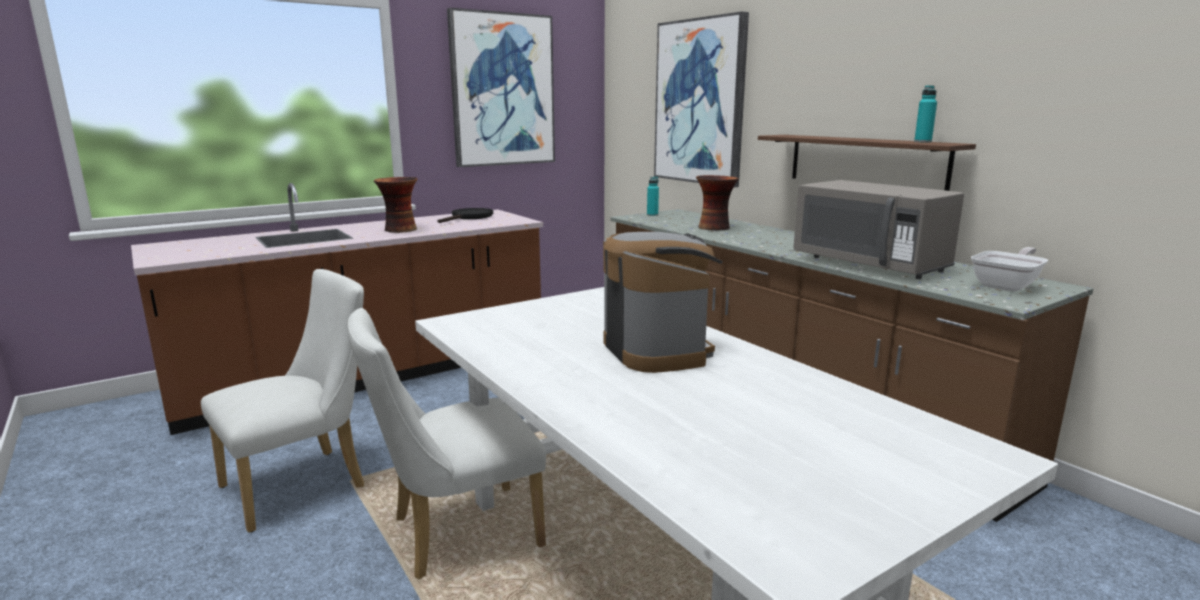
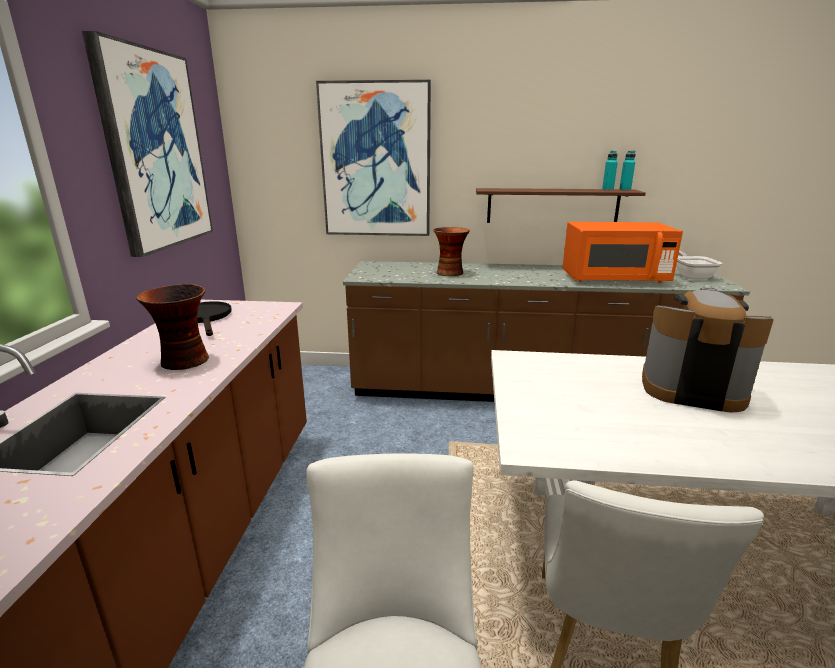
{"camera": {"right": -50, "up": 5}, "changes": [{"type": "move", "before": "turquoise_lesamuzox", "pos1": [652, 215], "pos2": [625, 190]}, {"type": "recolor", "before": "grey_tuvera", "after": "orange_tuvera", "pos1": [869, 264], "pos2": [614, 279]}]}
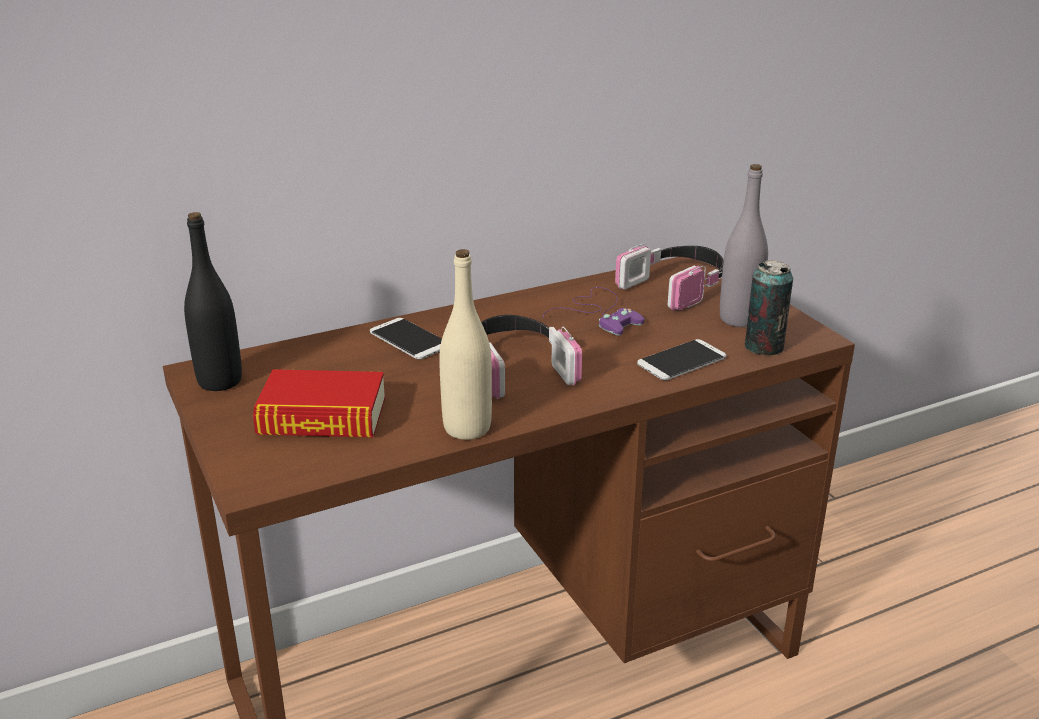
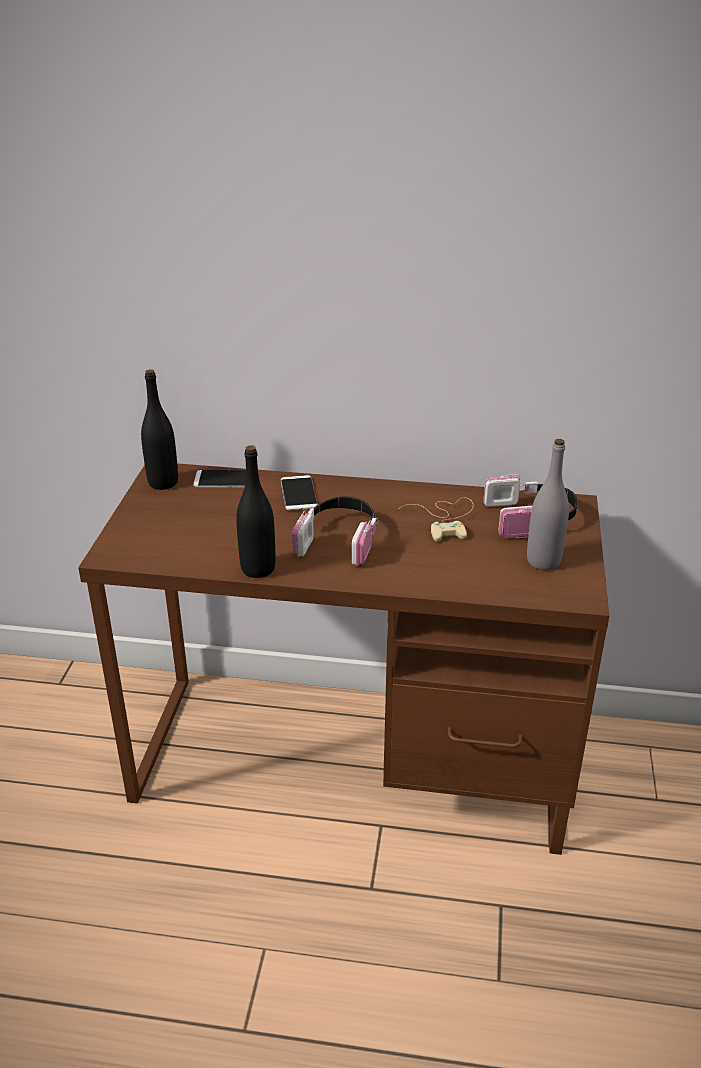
{"camera": {"right": 35, "up": 5}, "changes": [{"type": "delete", "before": "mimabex", "pos1": [322, 417]}, {"type": "delete", "before": "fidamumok", "pos1": [763, 347]}, {"type": "move", "before": "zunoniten", "pos1": [681, 361], "pos2": [225, 480]}, {"type": "recolor", "before": "beige_lesamuzox", "after": "black_lesamuzox", "pos1": [467, 428], "pos2": [258, 569]}, {"type": "recolor", "before": "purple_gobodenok", "after": "beige_gobodenok", "pos1": [599, 313], "pos2": [446, 519]}]}
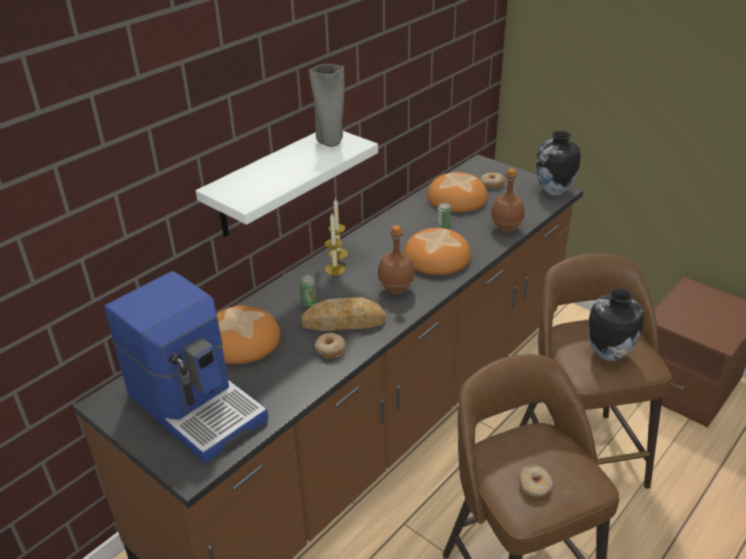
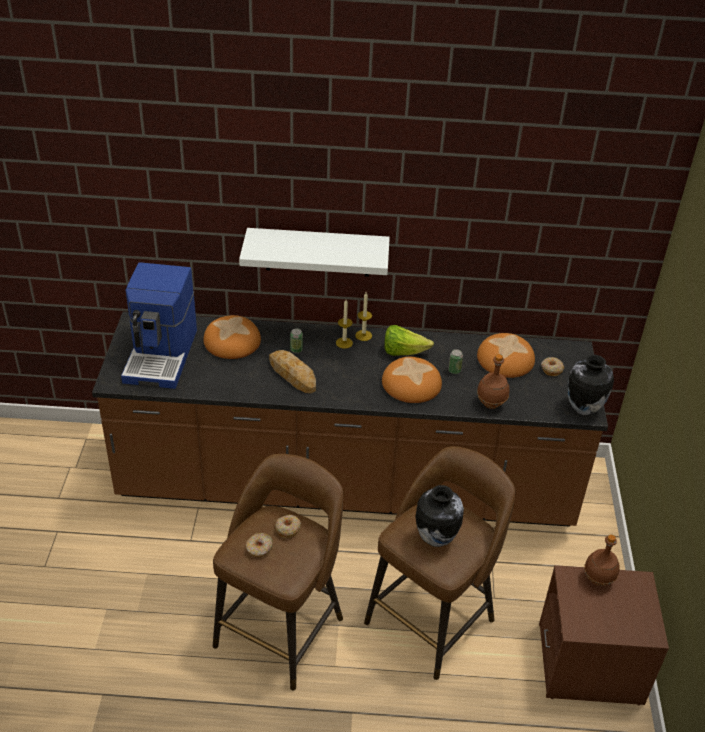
{"camera": {"right": 50, "up": 5}, "changes": [{"type": "delete", "before": "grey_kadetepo", "pos1": [330, 143]}, {"type": "insert", "after": "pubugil", "pos2": [403, 352]}, {"type": "move", "before": "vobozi", "pos1": [330, 349], "pos2": [288, 529]}, {"type": "move", "before": "brown_lesamuzox", "pos1": [396, 290], "pos2": [597, 580]}]}
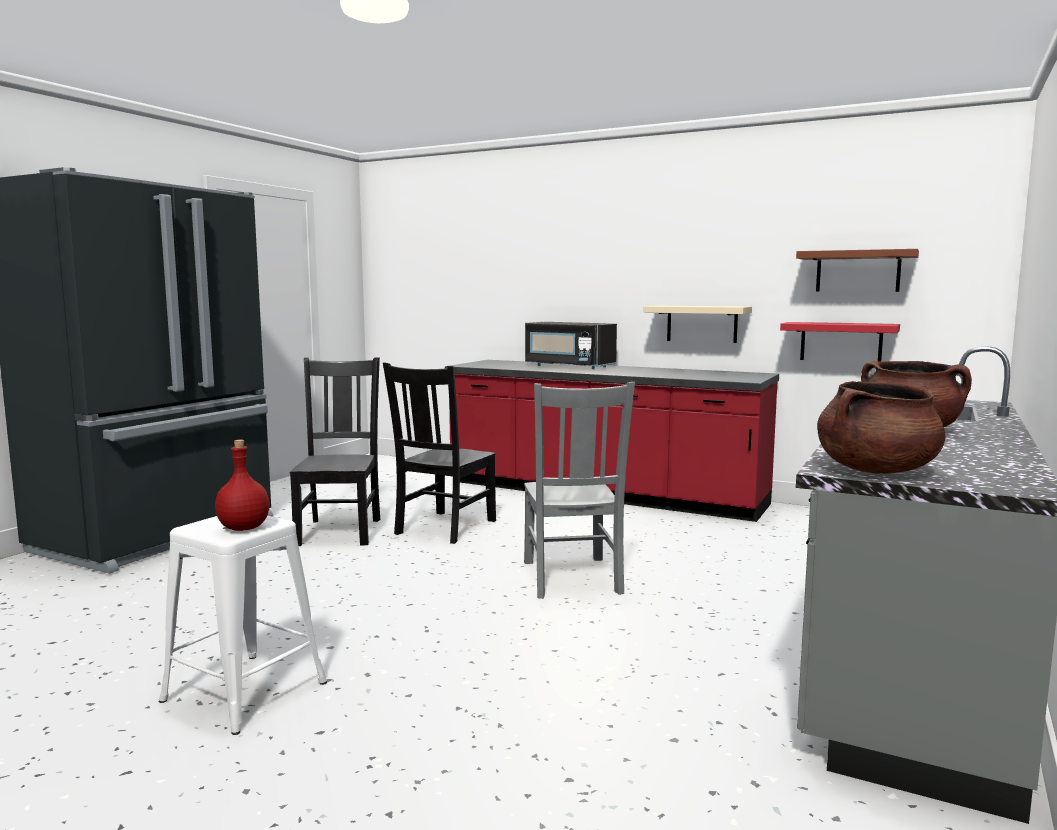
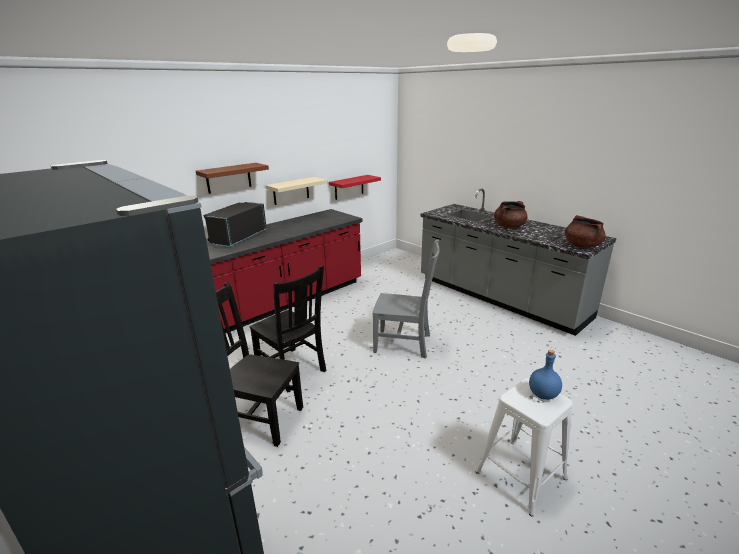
{"camera": {"right": -70, "up": 15}, "changes": [{"type": "move", "before": "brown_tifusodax", "pos1": [858, 271], "pos2": [228, 178]}, {"type": "recolor", "before": "red_lesamuzox", "after": "blue_lesamuzox", "pos1": [245, 528], "pos2": [543, 394]}, {"type": "rotate", "before": "black_tuvera", "pos1": [568, 366], "pos2": [238, 238], "turn": 150}]}
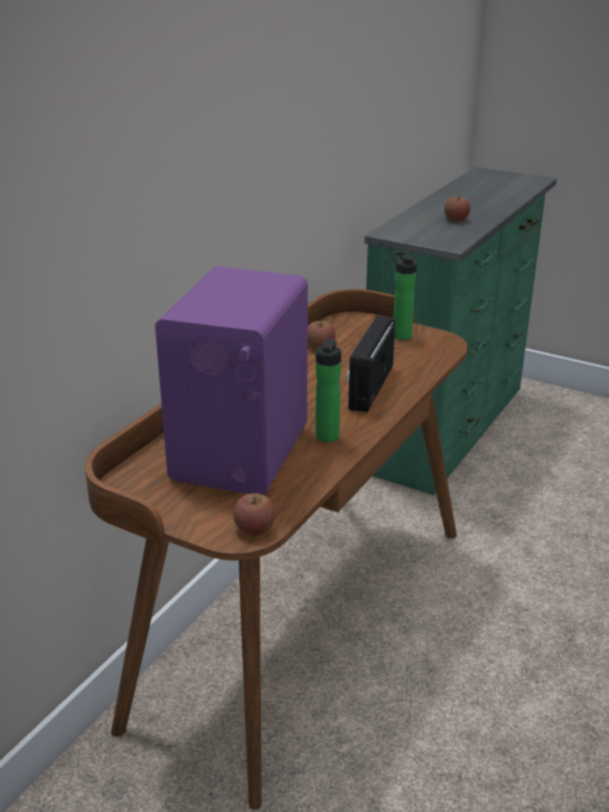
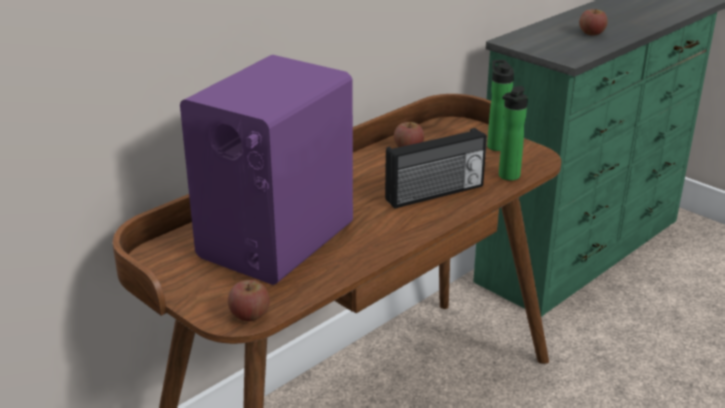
{"camera": {"right": 15, "up": 0}, "changes": [{"type": "move", "before": "lesamuzox", "pos1": [326, 438], "pos2": [507, 177]}, {"type": "rotate", "before": "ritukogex", "pos1": [369, 387], "pos2": [435, 194], "turn": -150}]}
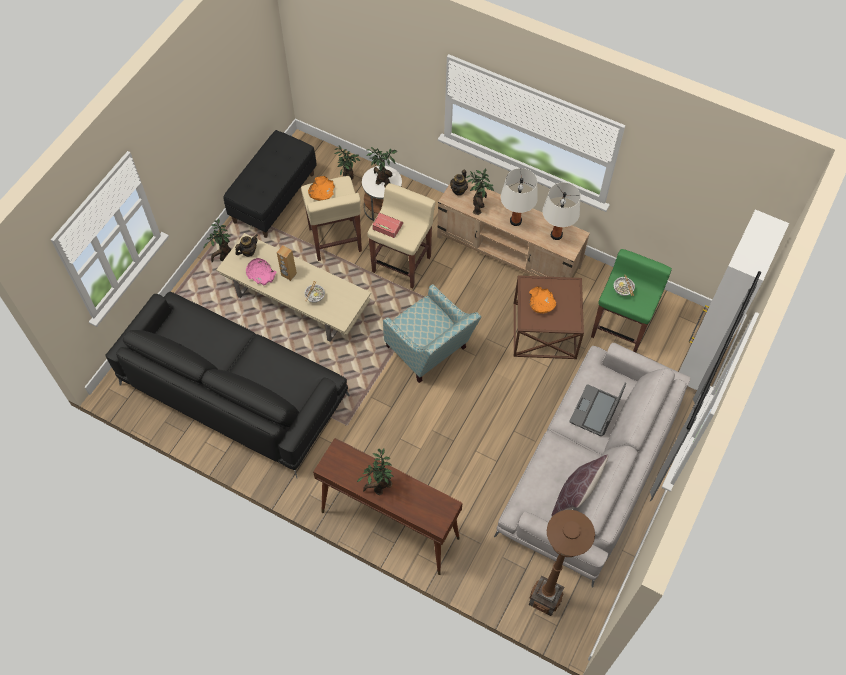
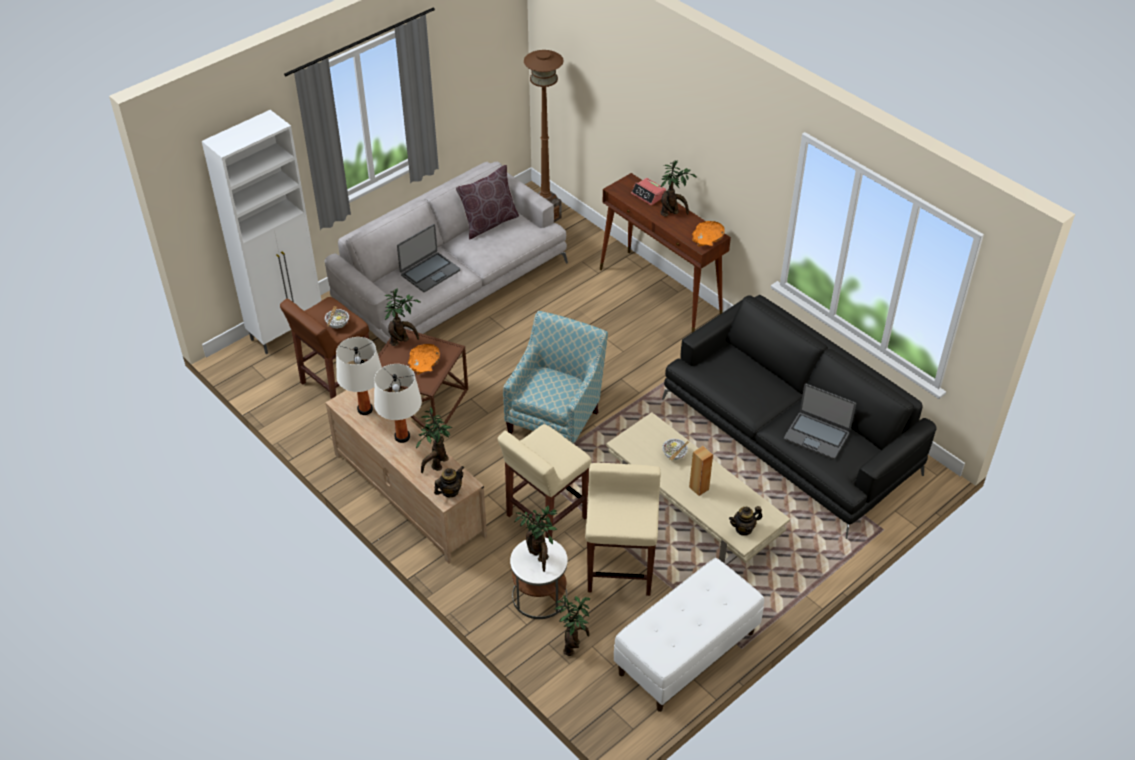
{"camera": {"right": -160, "up": -15}, "changes": [{"type": "delete", "before": "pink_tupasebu", "pos1": [261, 274]}, {"type": "insert", "after": "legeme", "pos2": [816, 436]}, {"type": "move", "before": "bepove", "pos1": [224, 257], "pos2": [402, 341]}, {"type": "move", "before": "orange_tupasebu", "pos1": [322, 192], "pos2": [707, 238]}, {"type": "move", "before": "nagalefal", "pos1": [387, 226], "pos2": [648, 195]}, {"type": "recolor", "before": "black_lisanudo", "after": "white_lisanudo", "pos1": [274, 197], "pos2": [686, 654]}, {"type": "recolor", "before": "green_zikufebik", "after": "brown_zikufebik", "pos1": [620, 328], "pos2": [336, 384]}, {"type": "rotate", "before": "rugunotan", "pos1": [430, 352], "pos2": [556, 416], "turn": 45}]}
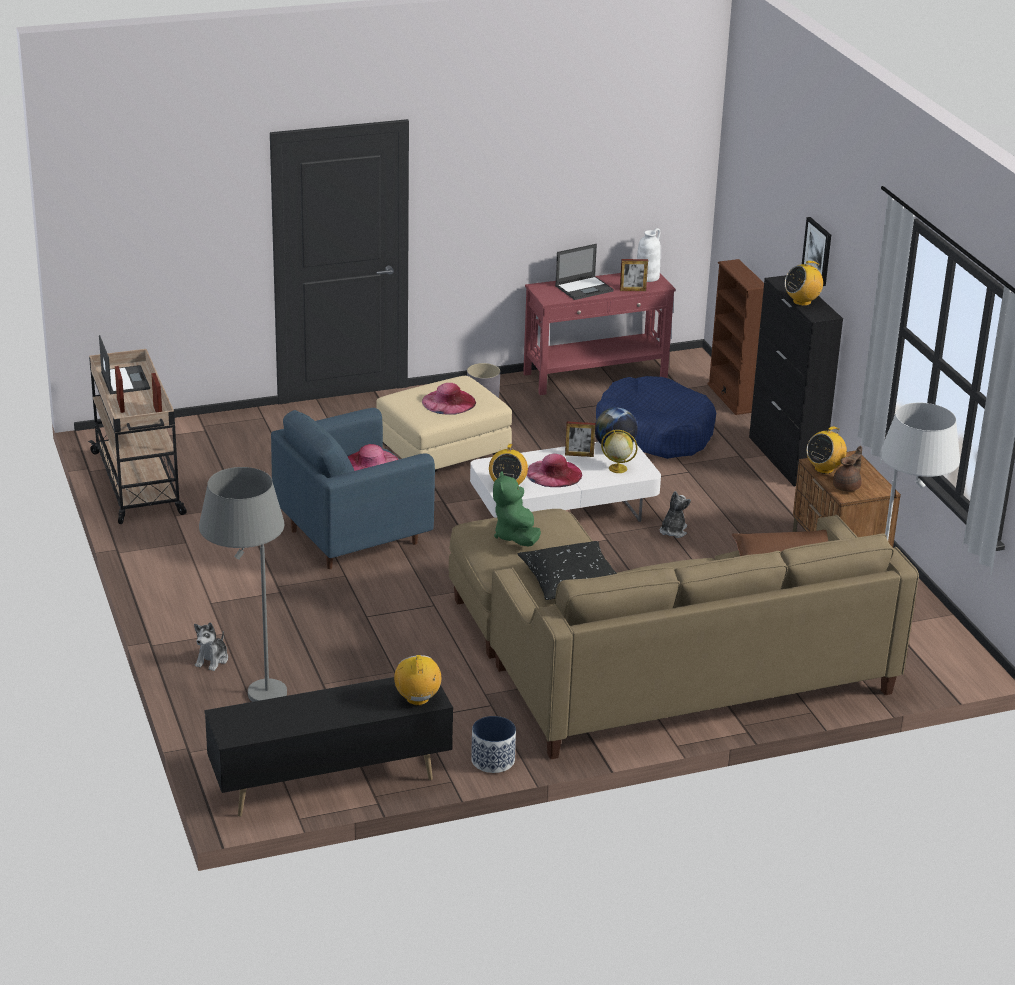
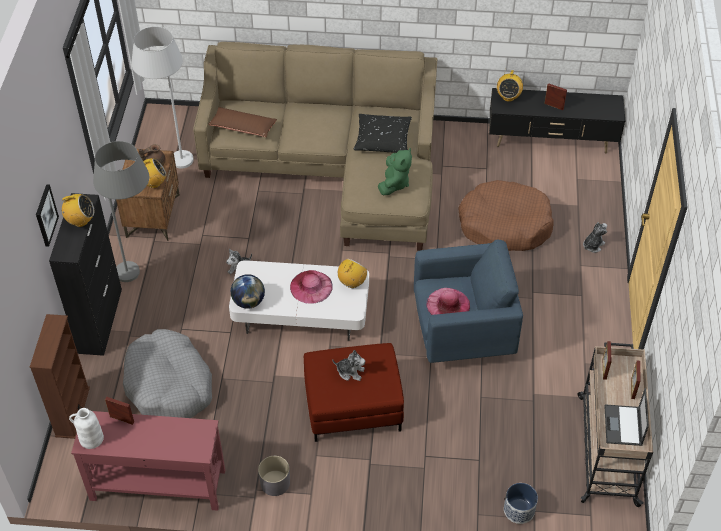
{"camera": {"right": -155, "up": 20}, "changes": [{"type": "delete", "before": "legeme", "pos1": [584, 288]}, {"type": "delete", "before": "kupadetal", "pos1": [617, 468]}, {"type": "insert", "after": "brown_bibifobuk", "pos2": [504, 225]}, {"type": "move", "before": "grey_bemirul", "pos1": [249, 702], "pos2": [141, 269]}, {"type": "move", "before": "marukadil", "pos1": [492, 760], "pos2": [519, 510]}, {"type": "move", "before": "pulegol", "pos1": [579, 455], "pos2": [554, 106]}, {"type": "replace", "before": "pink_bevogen", "after": "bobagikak", "pos1": [448, 402], "pos2": [350, 371]}, {"type": "recolor", "before": "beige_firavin", "after": "red_firavin", "pos1": [443, 457], "pos2": [352, 406]}, {"type": "recolor", "before": "blue_bibifobuk", "after": "grey_bibifobuk", "pos1": [655, 432], "pos2": [169, 385]}]}
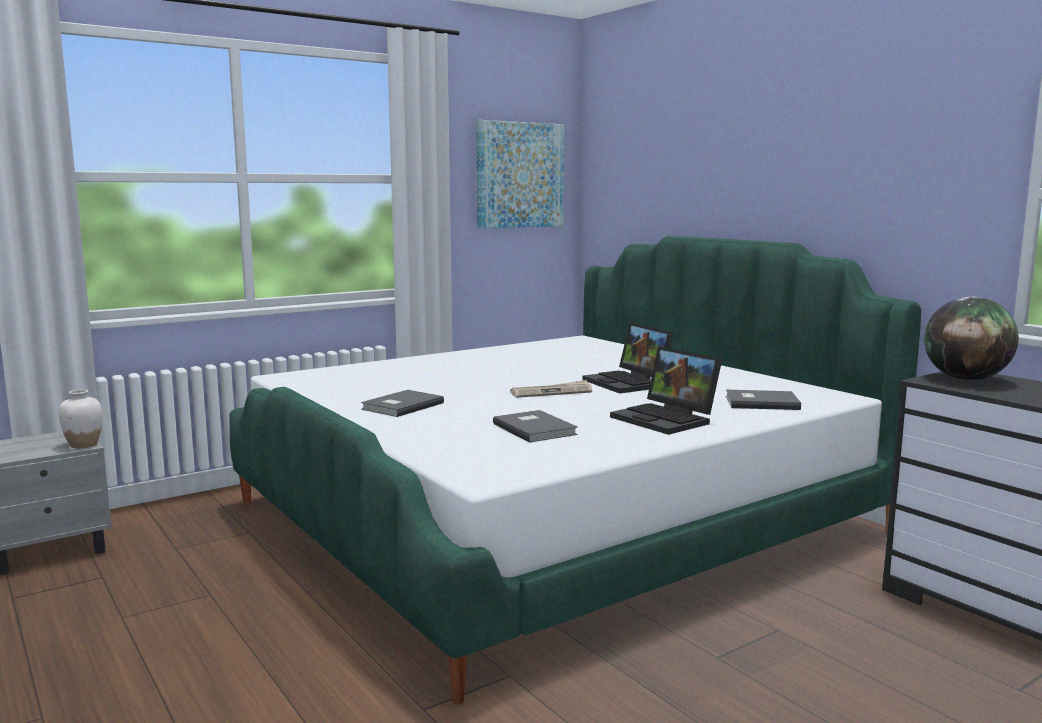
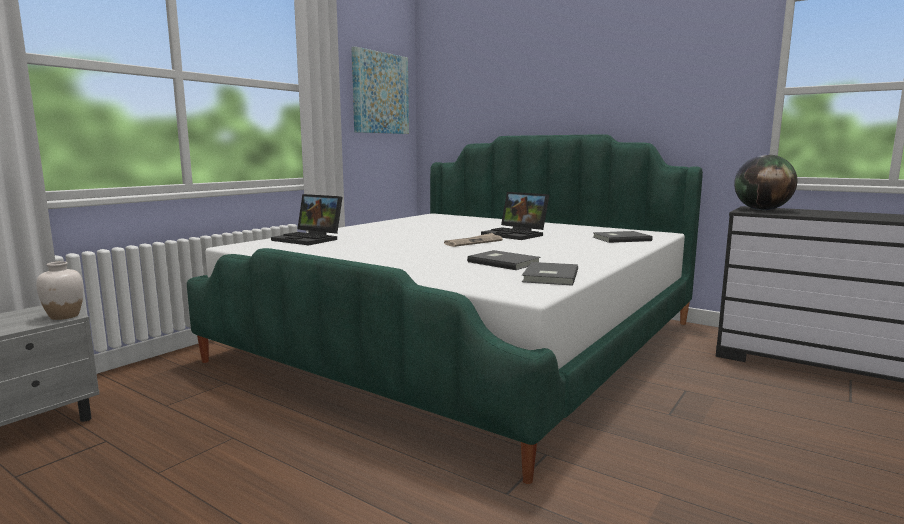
{"camera": {"right": -20, "up": 0}, "changes": [{"type": "move", "before": "grey_mimabex", "pos1": [400, 406], "pos2": [548, 276]}, {"type": "move", "before": "legeme", "pos1": [667, 419], "pos2": [310, 239]}]}
